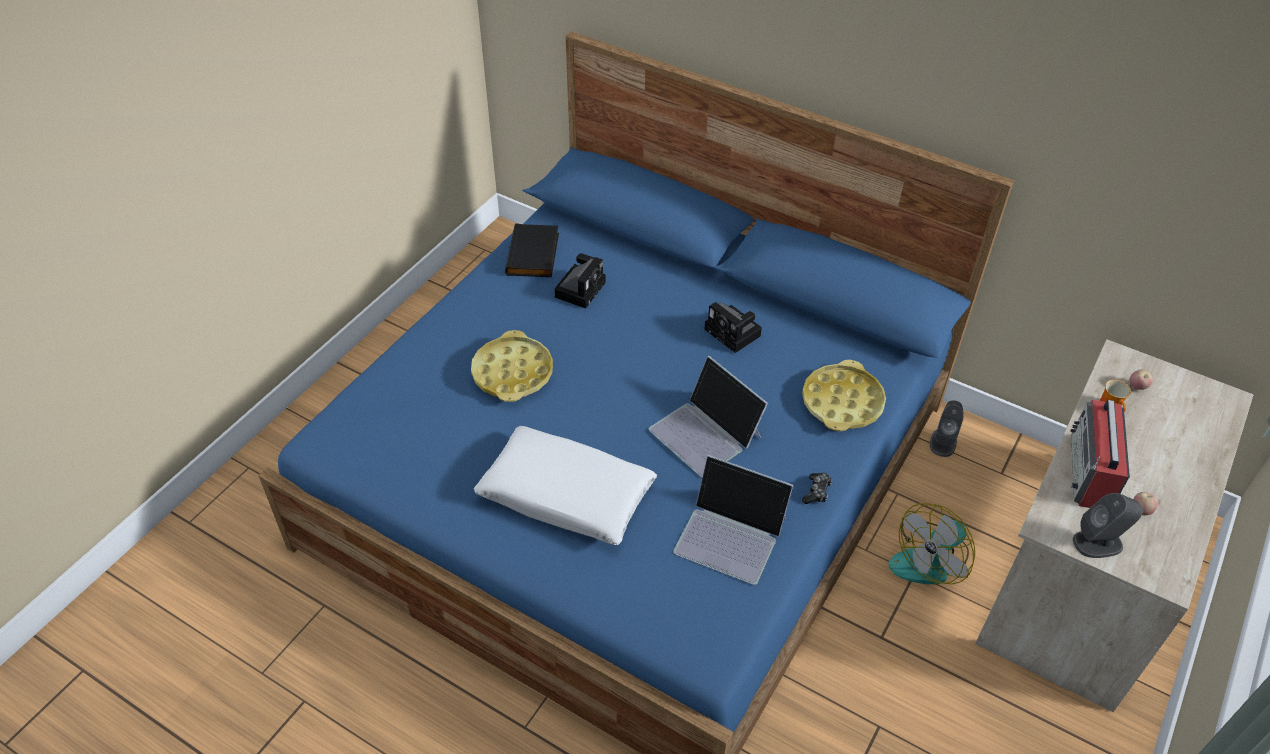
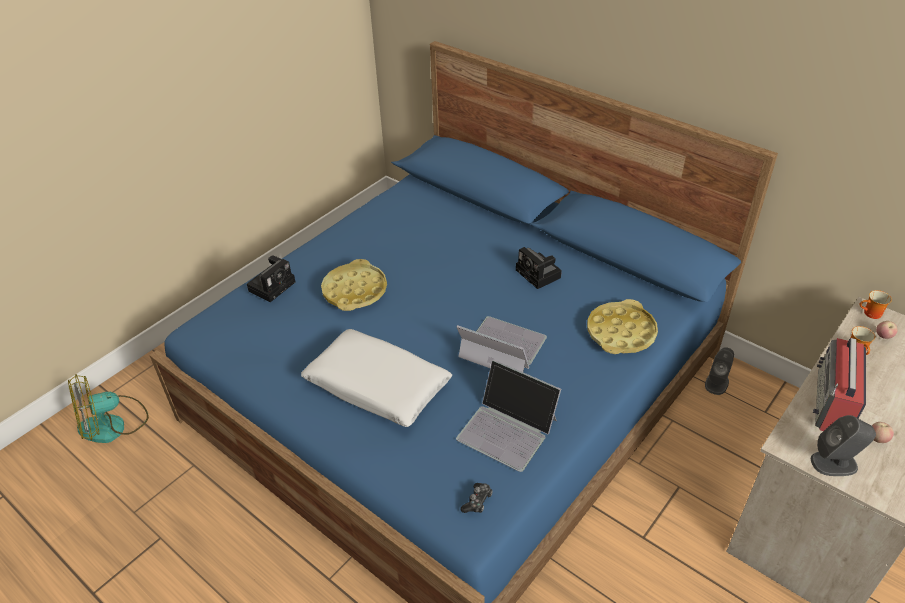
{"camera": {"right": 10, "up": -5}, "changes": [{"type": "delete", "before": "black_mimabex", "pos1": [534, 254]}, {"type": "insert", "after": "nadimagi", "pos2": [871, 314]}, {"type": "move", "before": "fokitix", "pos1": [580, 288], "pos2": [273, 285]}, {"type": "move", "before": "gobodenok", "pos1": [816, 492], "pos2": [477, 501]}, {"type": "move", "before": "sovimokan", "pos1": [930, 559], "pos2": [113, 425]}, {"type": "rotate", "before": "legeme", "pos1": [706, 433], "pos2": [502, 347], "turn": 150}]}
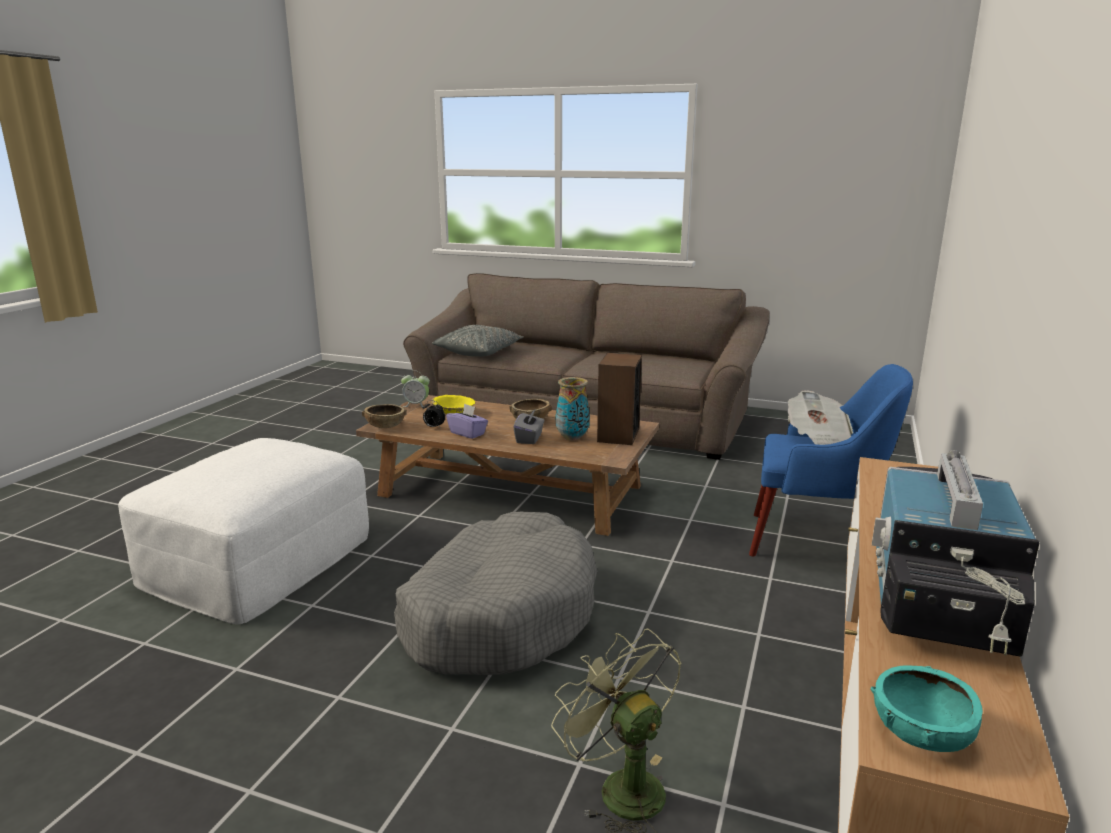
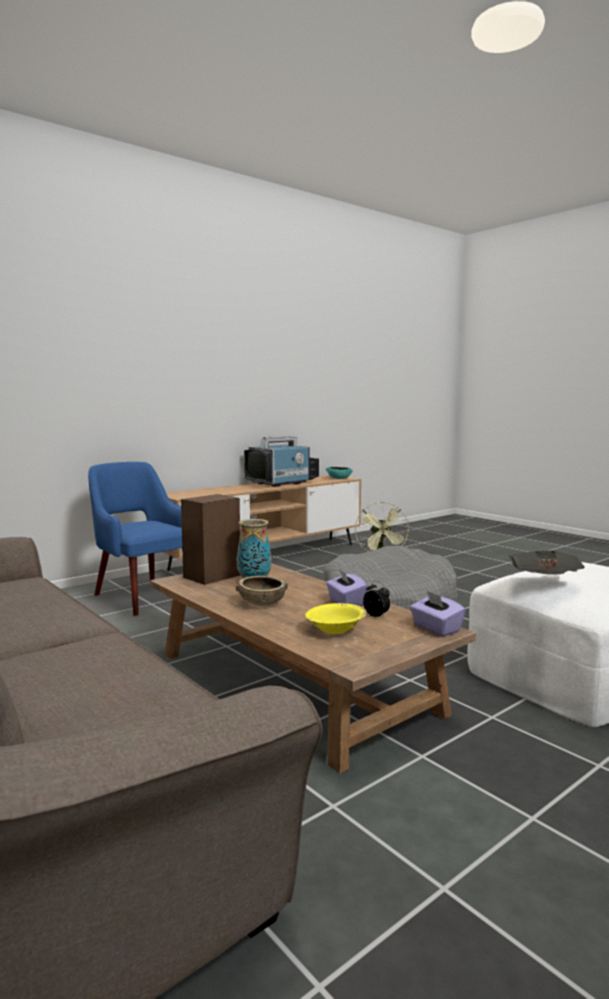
{"camera": {"right": -150, "up": -10}, "changes": [{"type": "delete", "before": "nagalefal", "pos1": [416, 405]}, {"type": "delete", "before": "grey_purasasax", "pos1": [479, 352]}, {"type": "delete", "before": "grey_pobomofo", "pos1": [529, 438]}, {"type": "move", "before": "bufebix", "pos1": [818, 438], "pos2": [544, 583]}, {"type": "replace", "before": "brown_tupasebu", "after": "purple_pobomofo", "pos1": [385, 426], "pos2": [436, 629]}]}
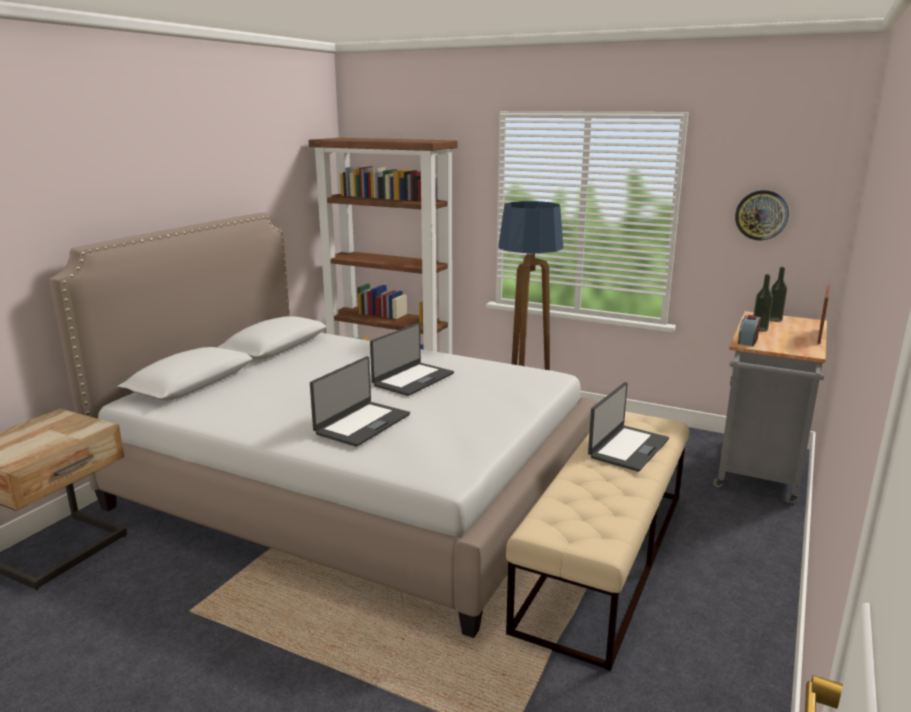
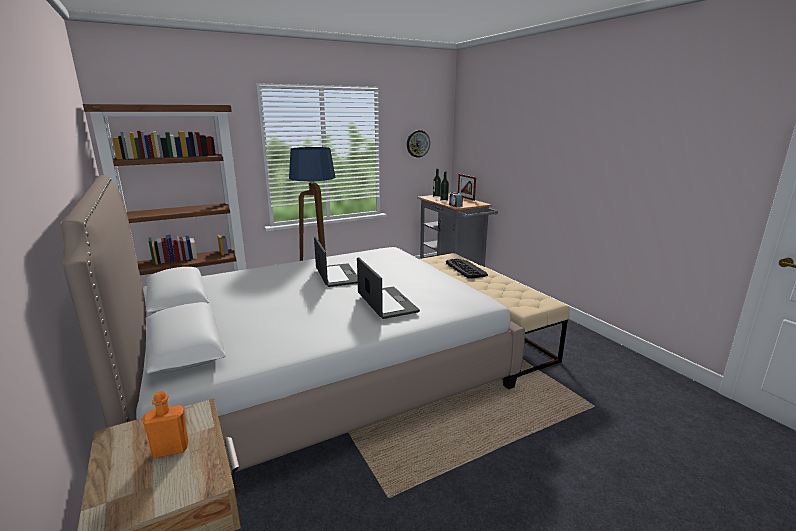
{"camera": {"right": -55, "up": 0}, "changes": [{"type": "insert", "after": "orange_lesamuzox", "pos2": [170, 449]}, {"type": "replace", "before": "legeme", "after": "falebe", "pos1": [627, 448], "pos2": [466, 269]}]}
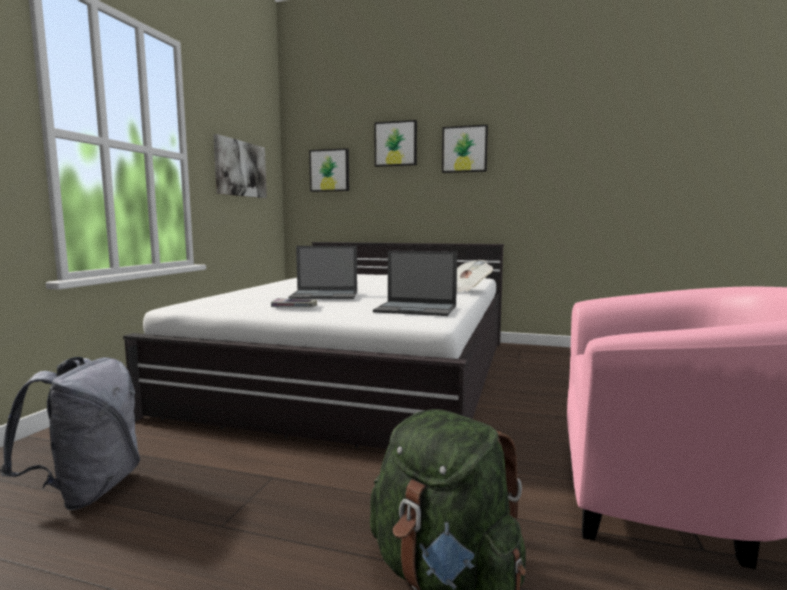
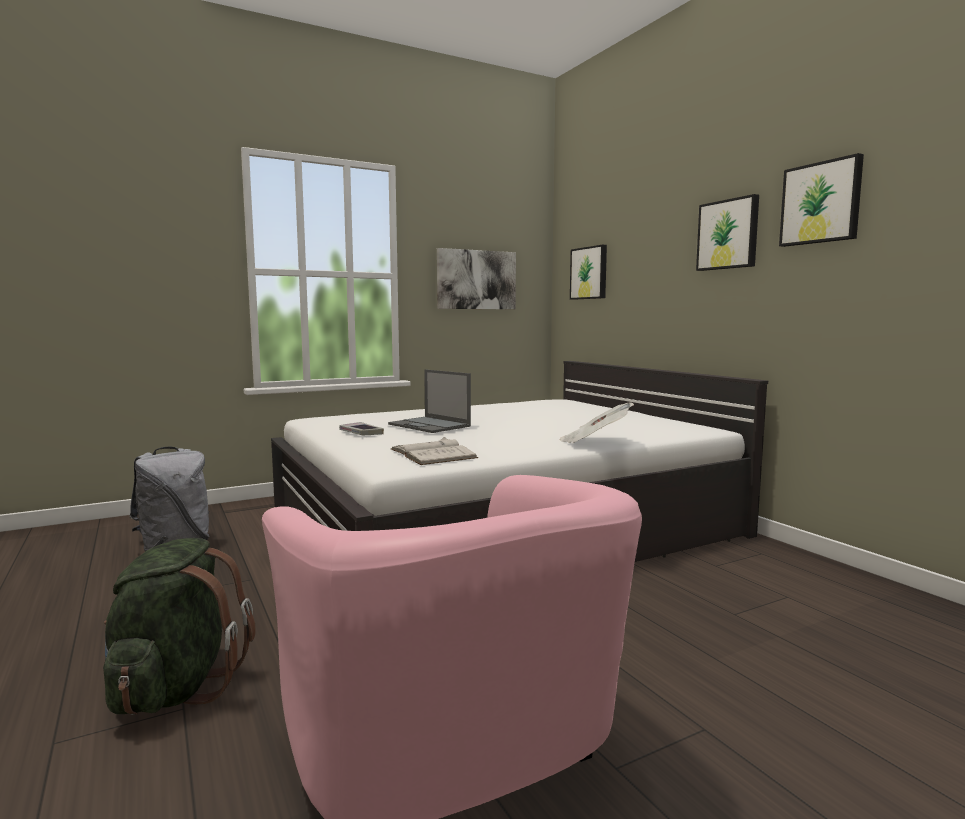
{"camera": {"right": 45, "up": 0}, "changes": [{"type": "move", "before": "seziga", "pos1": [396, 144], "pos2": [821, 203]}, {"type": "replace", "before": "legeme", "after": "white_mimabex", "pos1": [417, 309], "pos2": [432, 453]}]}
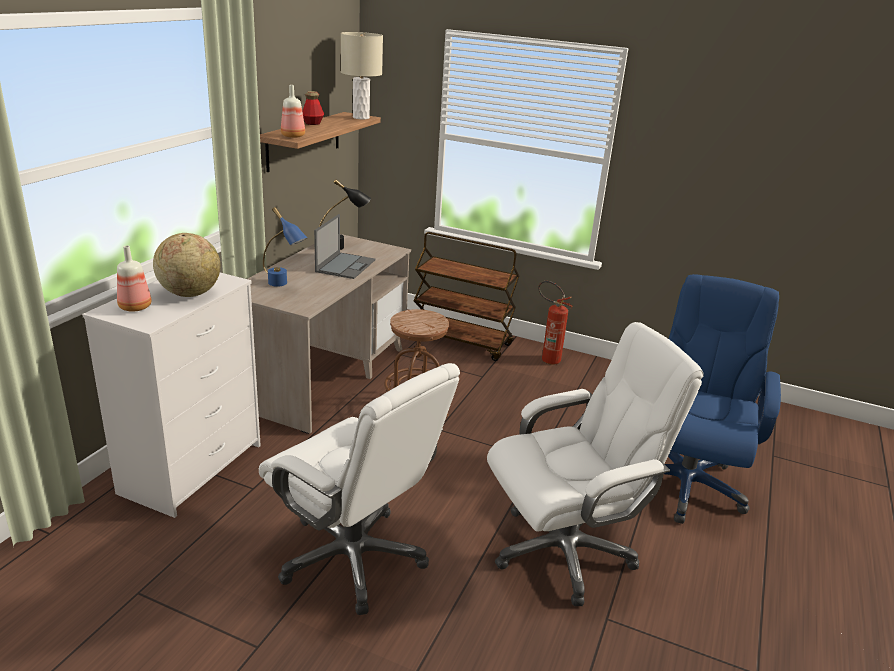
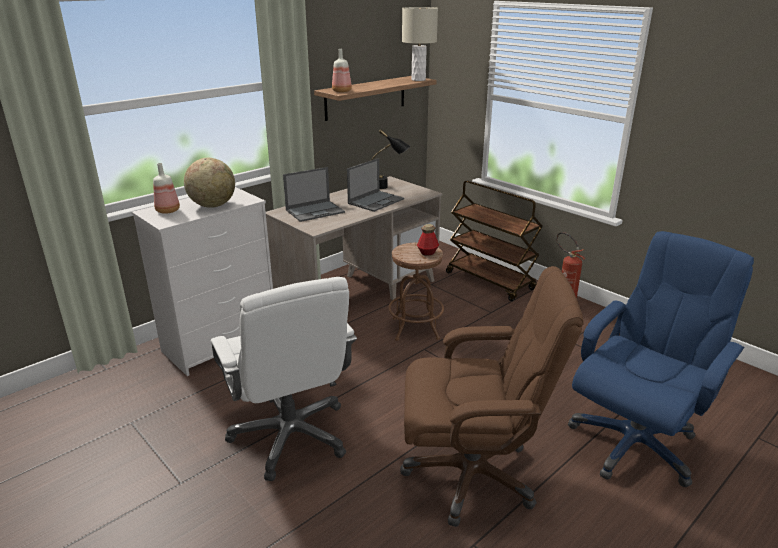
{"camera": {"right": 25, "up": 0}, "changes": [{"type": "move", "before": "lesamuzox", "pos1": [313, 123], "pos2": [427, 252]}, {"type": "replace", "before": "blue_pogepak", "after": "legeme", "pos1": [284, 285], "pos2": [315, 211]}, {"type": "recolor", "before": "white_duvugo", "after": "brown_duvugo", "pos1": [564, 550], "pos2": [472, 474]}]}
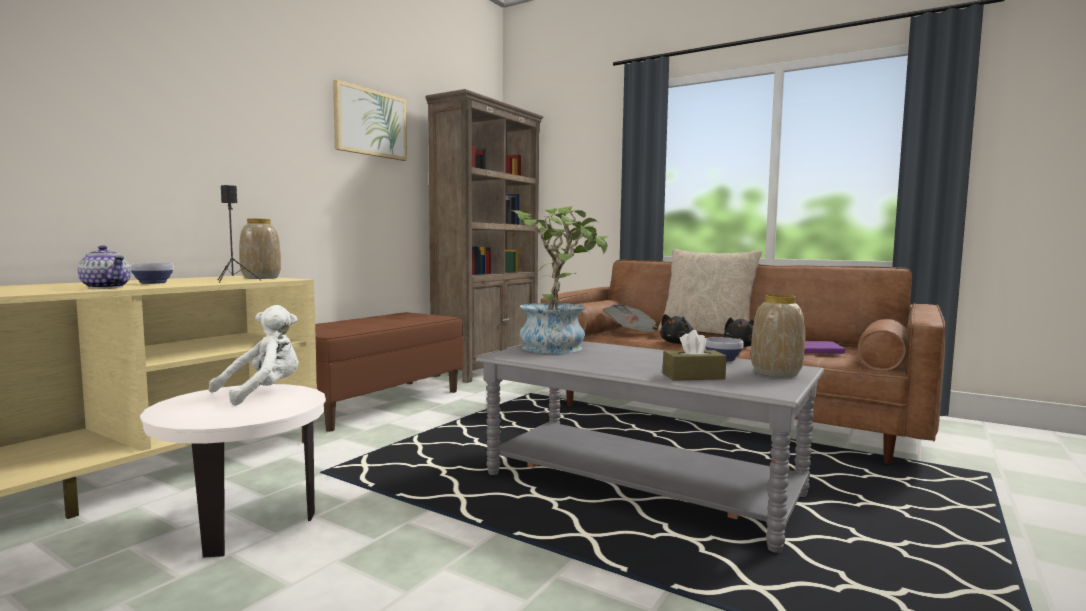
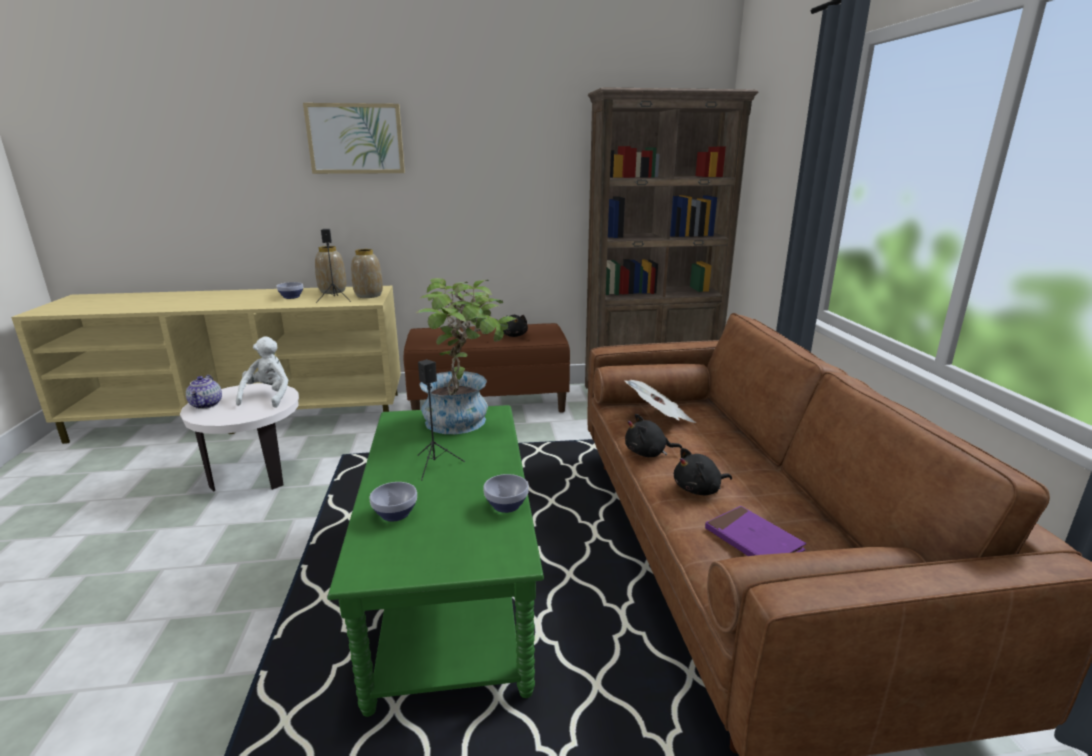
{"camera": {"right": 50, "up": 15}, "changes": [{"type": "delete", "before": "beige_purasasax", "pos1": [707, 333]}, {"type": "insert", "after": "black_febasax", "pos2": [435, 465]}, {"type": "insert", "after": "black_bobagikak", "pos2": [514, 335]}, {"type": "move", "before": "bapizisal", "pos1": [107, 287], "pos2": [207, 405]}, {"type": "move", "before": "seziga", "pos1": [370, 123], "pos2": [356, 139]}, {"type": "move", "before": "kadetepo", "pos1": [775, 373], "pos2": [332, 291]}, {"type": "replace", "before": "brown_pobomofo", "after": "tupasebu", "pos1": [693, 376], "pos2": [394, 514]}, {"type": "recolor", "before": "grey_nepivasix", "after": "green_nepivasix", "pos1": [641, 485], "pos2": [451, 584]}, {"type": "rotate", "before": "white_bobagikak", "pos1": [263, 392], "pos2": [268, 397], "turn": -90}]}
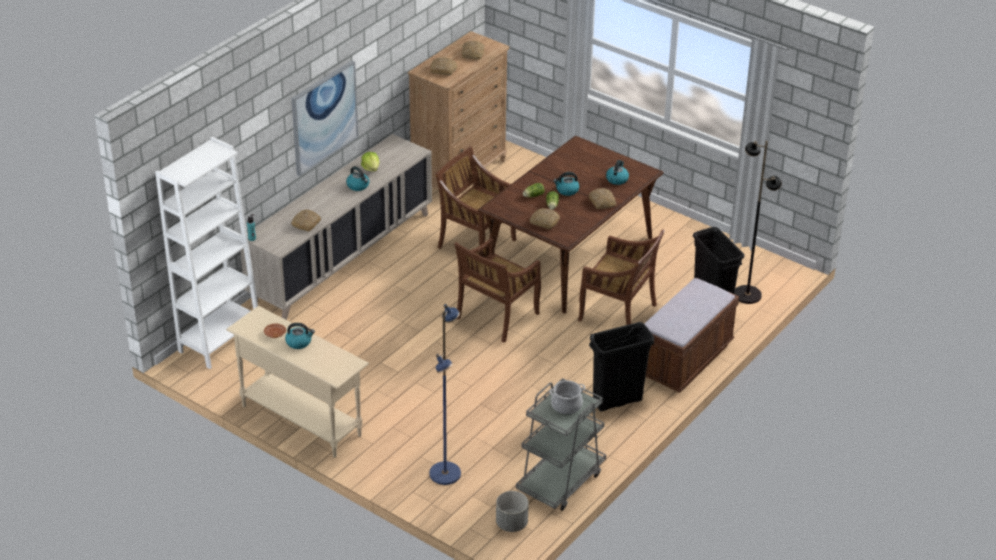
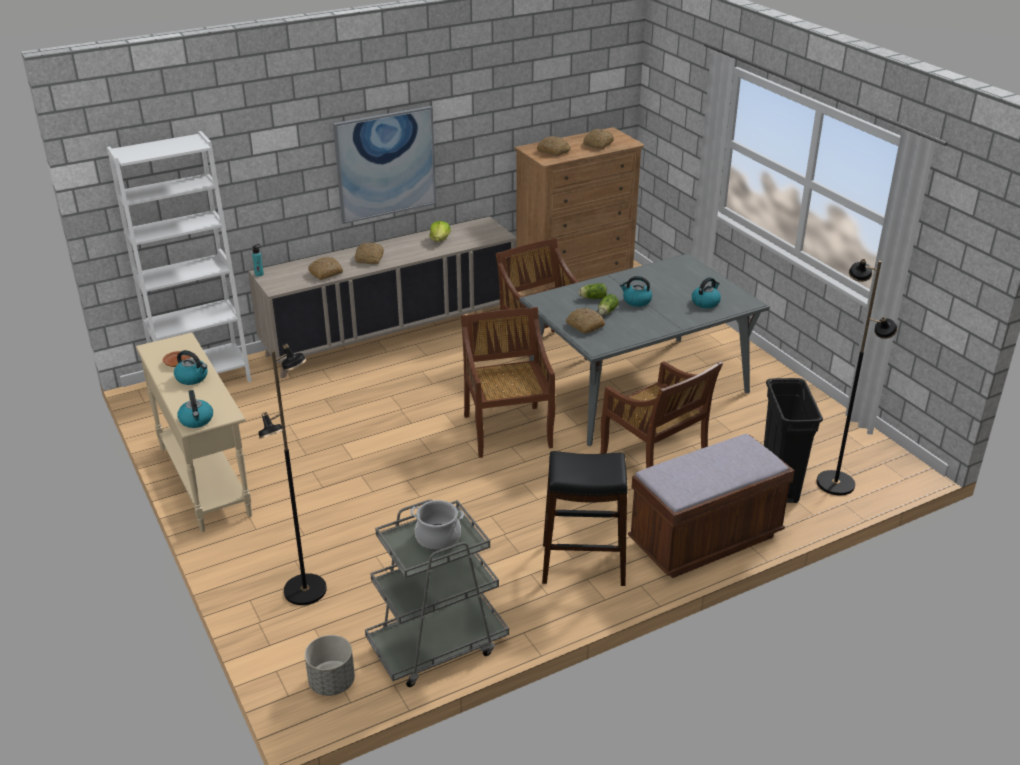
{"camera": {"right": 25, "up": -5}, "changes": [{"type": "move", "before": "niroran", "pos1": [358, 186], "pos2": [197, 420]}, {"type": "move", "before": "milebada", "pos1": [602, 202], "pos2": [370, 258]}, {"type": "replace", "before": "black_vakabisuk", "after": "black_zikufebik", "pos1": [617, 401], "pos2": [582, 565]}, {"type": "recolor", "before": "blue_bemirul", "after": "black_bemirul", "pos1": [446, 474], "pos2": [306, 590]}, {"type": "recolor", "before": "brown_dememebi", "after": "grey_dememebi", "pos1": [569, 257], "pos2": [636, 389]}, {"type": "rotate", "before": "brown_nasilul", "pos1": [496, 317], "pos2": [507, 430], "turn": 105}]}
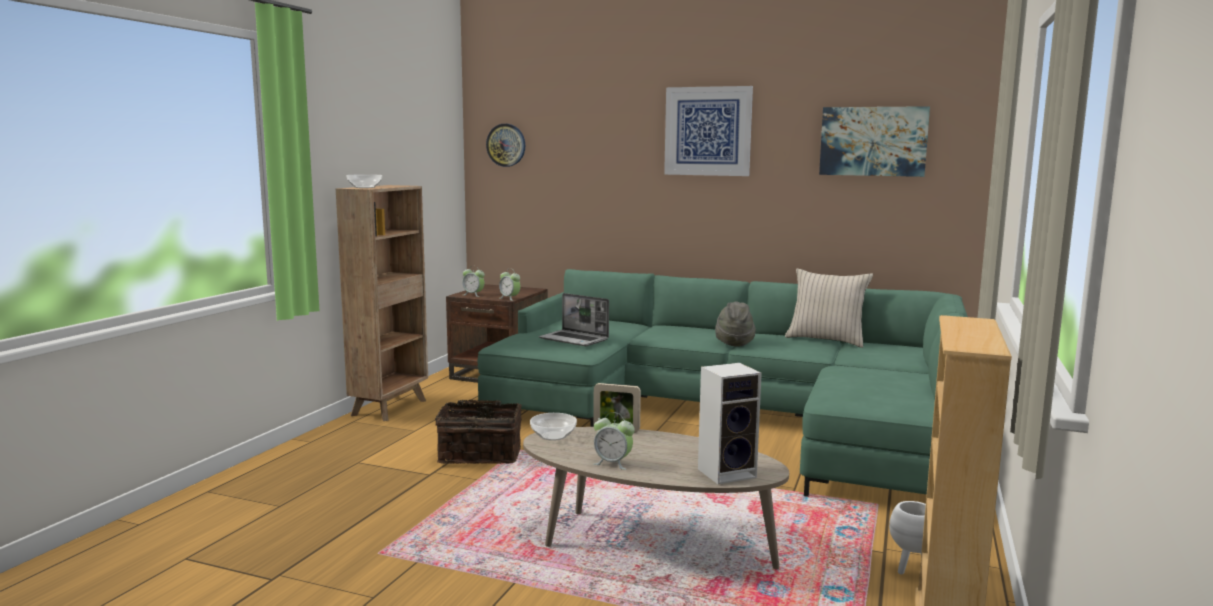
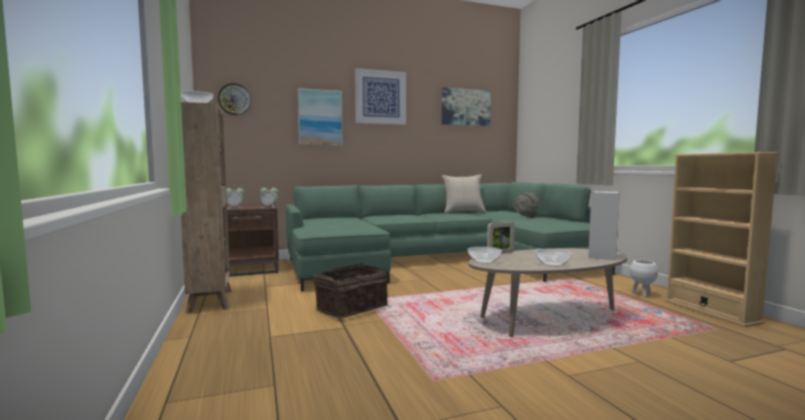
{"camera": {"right": -40, "up": -5}, "changes": [{"type": "delete", "before": "legeme", "pos1": [575, 339]}, {"type": "insert", "after": "seziga", "pos2": [320, 117]}, {"type": "move", "before": "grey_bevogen", "pos1": [734, 342], "pos2": [525, 217]}, {"type": "replace", "before": "nagalefal", "after": "tupasebu", "pos1": [613, 463], "pos2": [552, 264]}]}
